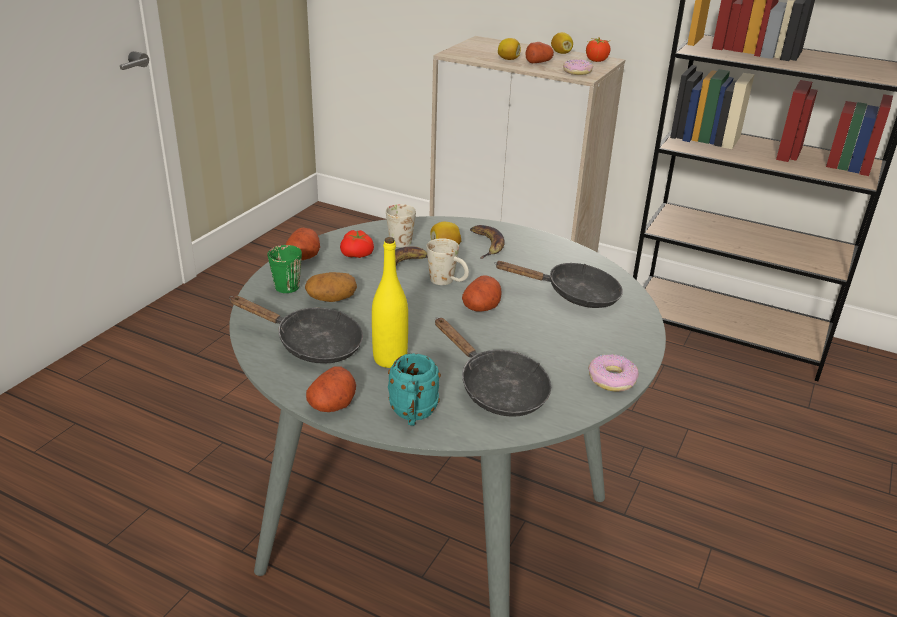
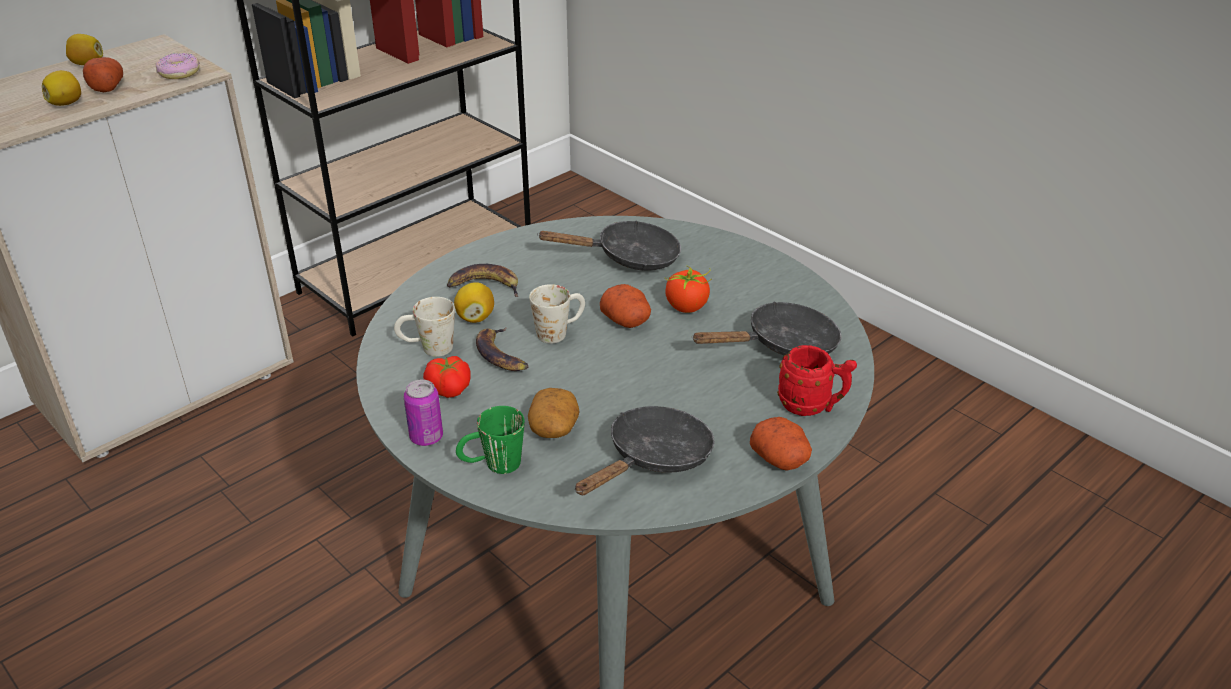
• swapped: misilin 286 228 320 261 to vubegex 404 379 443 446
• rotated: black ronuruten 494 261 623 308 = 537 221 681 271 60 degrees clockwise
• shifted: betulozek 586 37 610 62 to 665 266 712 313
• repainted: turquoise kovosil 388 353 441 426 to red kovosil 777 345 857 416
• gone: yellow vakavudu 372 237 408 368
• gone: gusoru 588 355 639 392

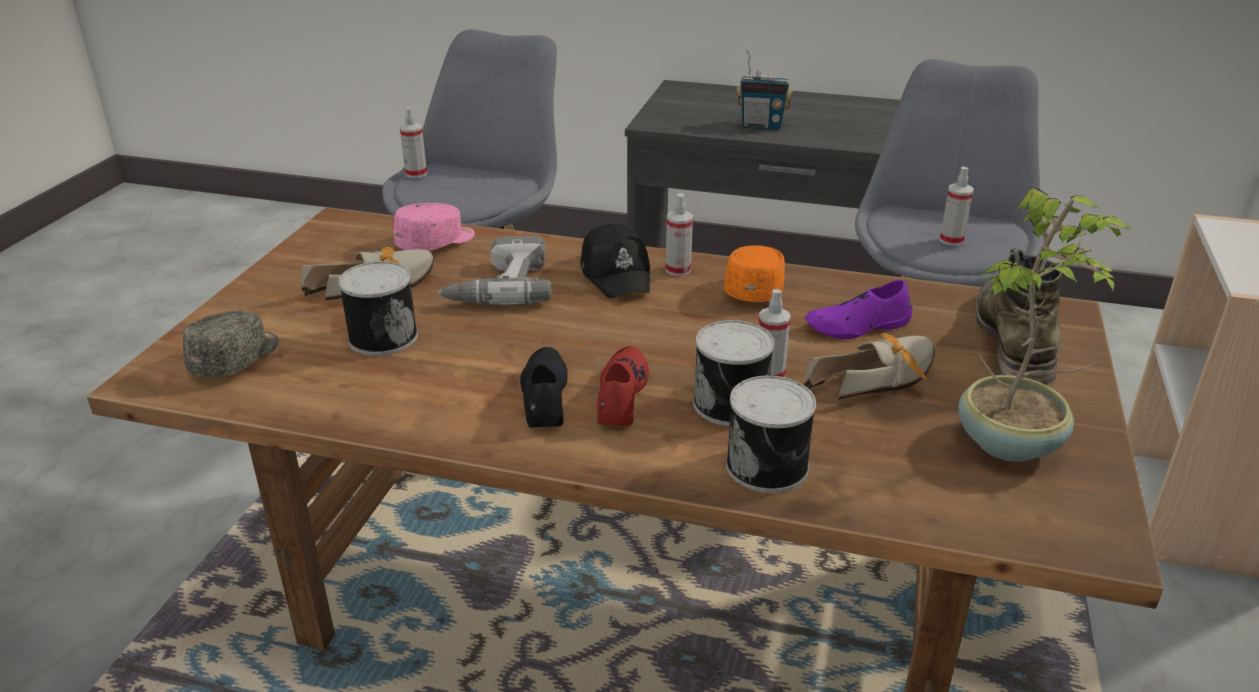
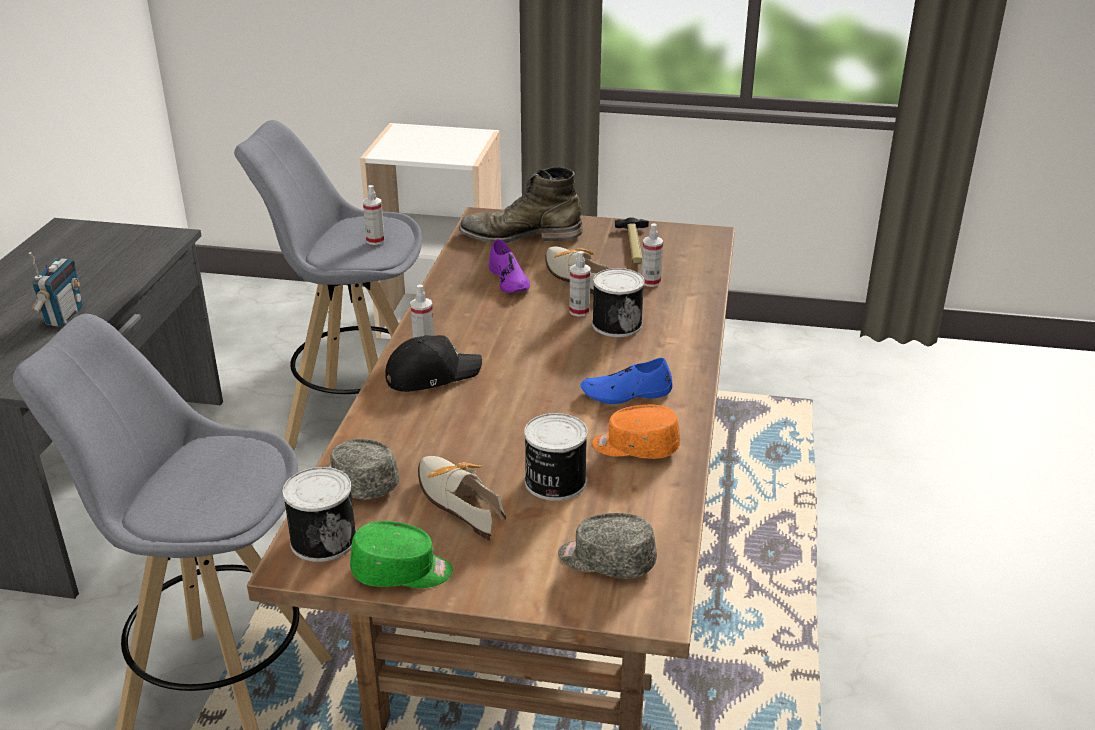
• shifted: vubegex 726 376 816 493 to 282 467 356 562
• repainted: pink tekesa 394 203 475 251 to grey tekesa 326 439 399 499
• new: green tekesa 350 521 453 588
• repainted: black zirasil 520 347 567 428 to blue zirasil 580 358 672 404
• shifted: orange tekesa 724 245 785 302 to 592 405 680 459
• swapped: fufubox 958 188 1134 462 to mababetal 615 217 649 264
• shifted: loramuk 400 108 427 178 to 641 223 663 287
• gone: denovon 438 236 552 305
• gone: red zirasil 597 346 649 426

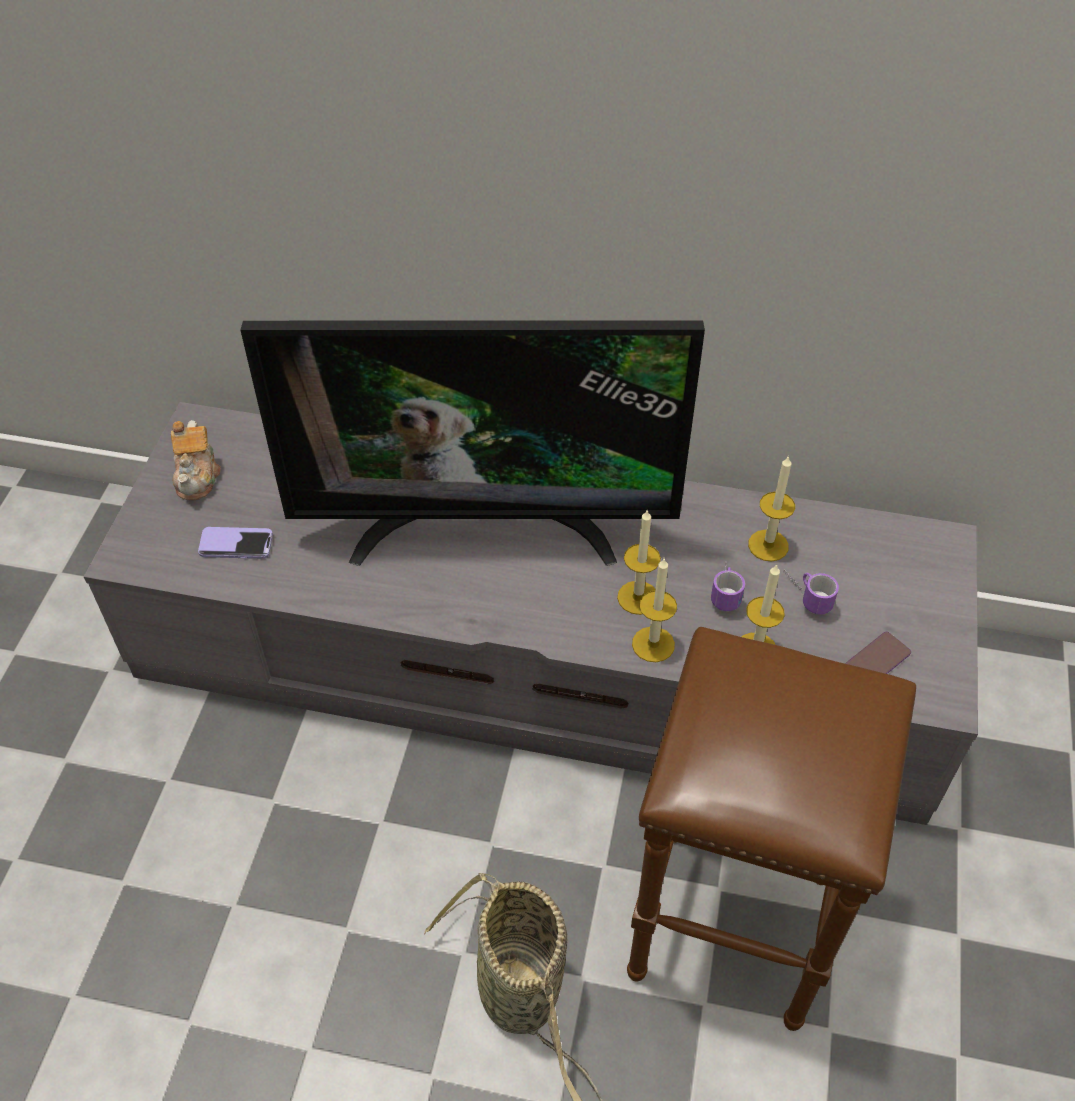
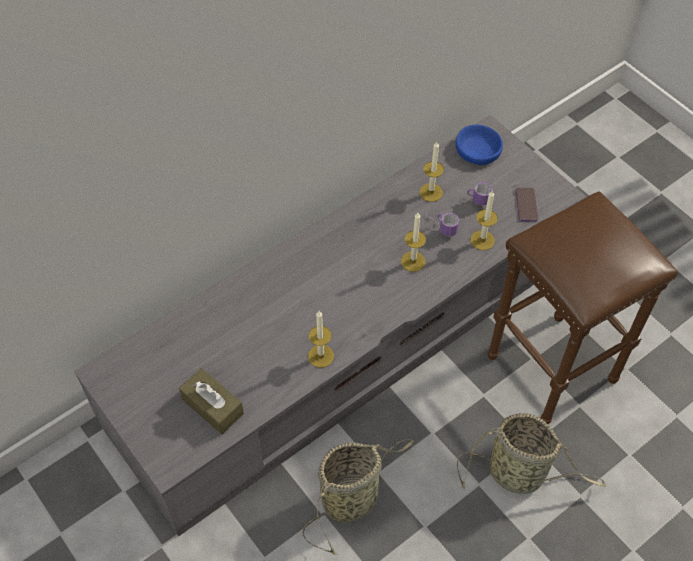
• swapped: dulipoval 198 527 273 559 to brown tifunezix 179 368 244 434
• new: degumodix 302 439 414 555
• shifted: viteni 632 559 677 662 to 308 311 334 368
• new: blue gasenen 456 125 503 165
• gone: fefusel 171 420 221 500
• gone: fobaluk 240 320 705 566

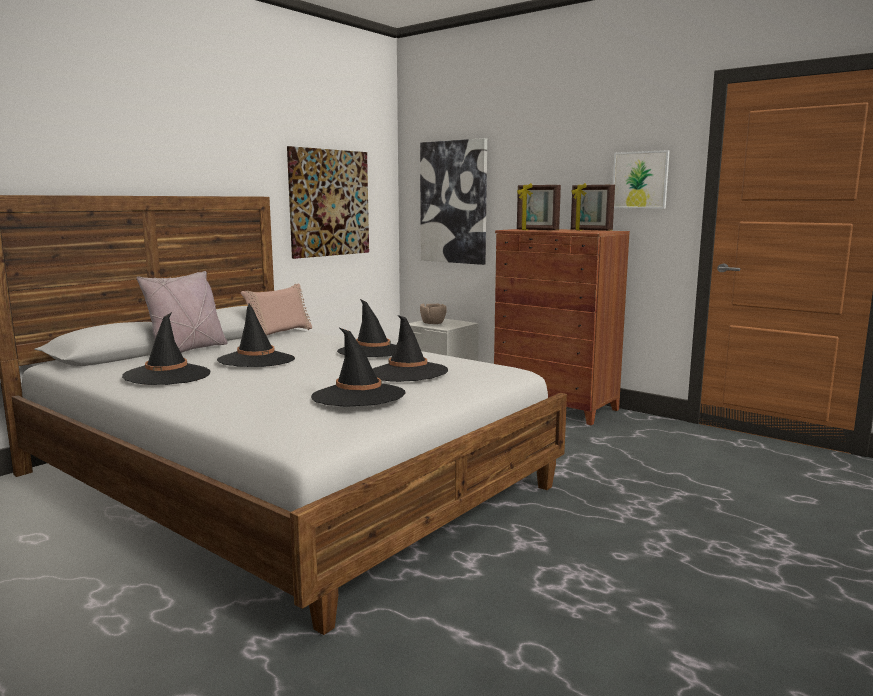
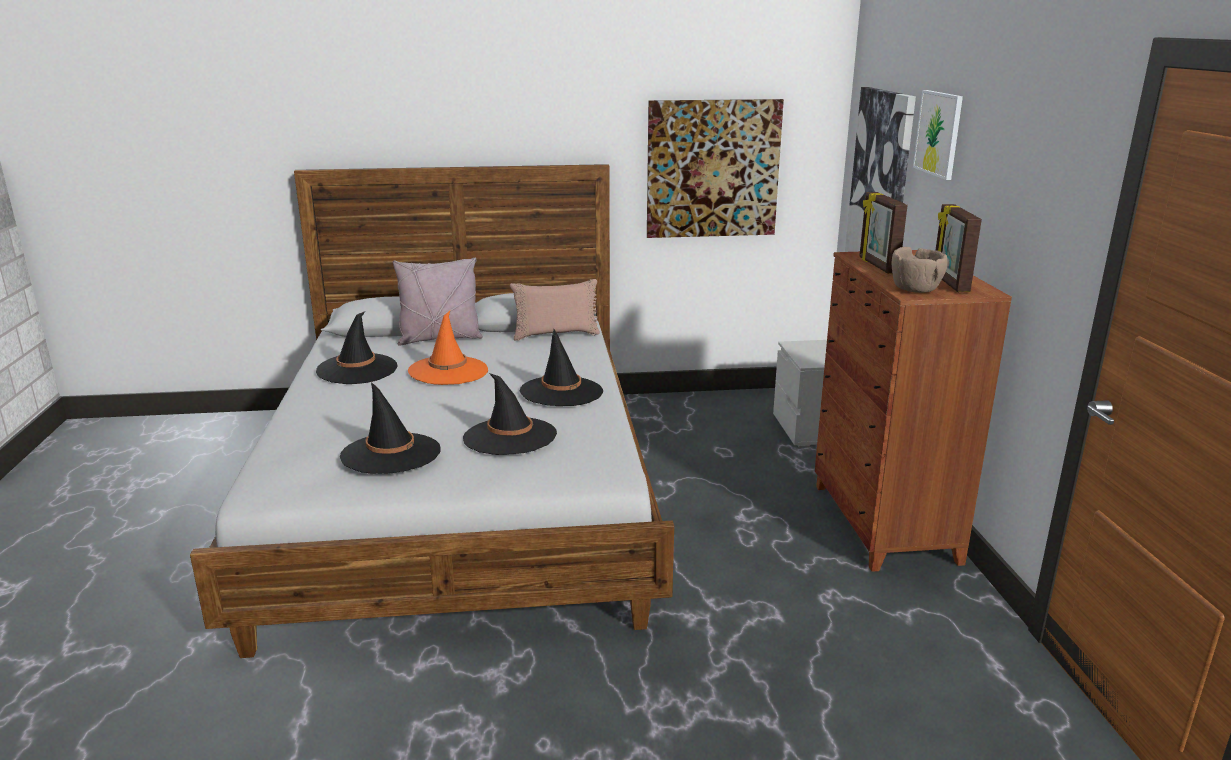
• repainted: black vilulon 217 303 295 367 to orange vilulon 408 311 488 385
• shifted: brown gasenen 420 303 447 324 to 892 247 948 293
• shifted: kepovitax 613 150 670 209 to 913 90 963 180

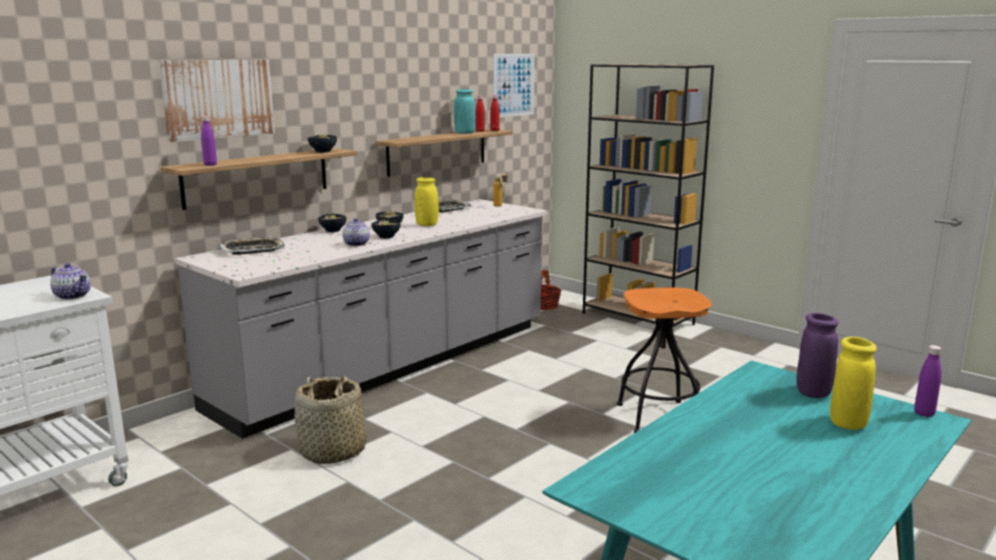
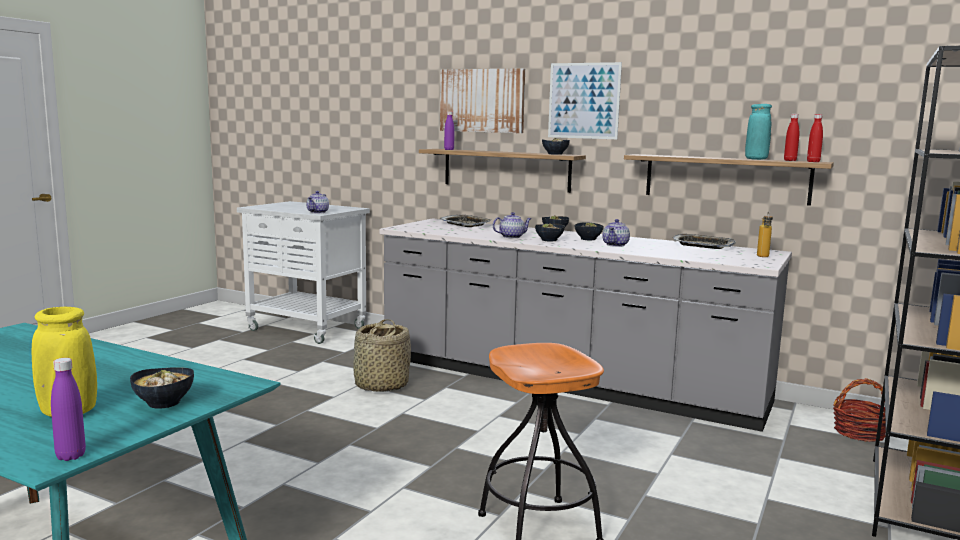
• swapped: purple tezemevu 796 313 839 398 to gasenen 130 367 194 409
• shifted: kepovitax 493 54 534 117 to 548 62 622 139
• swapped: yellow tezemevu 415 177 439 226 to fefusel 602 219 630 247

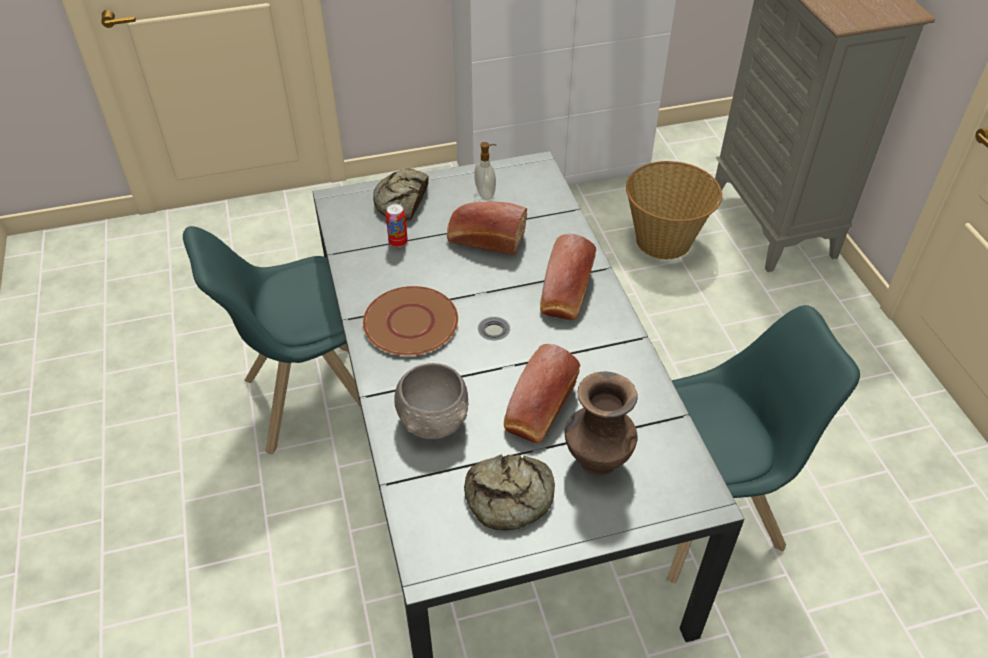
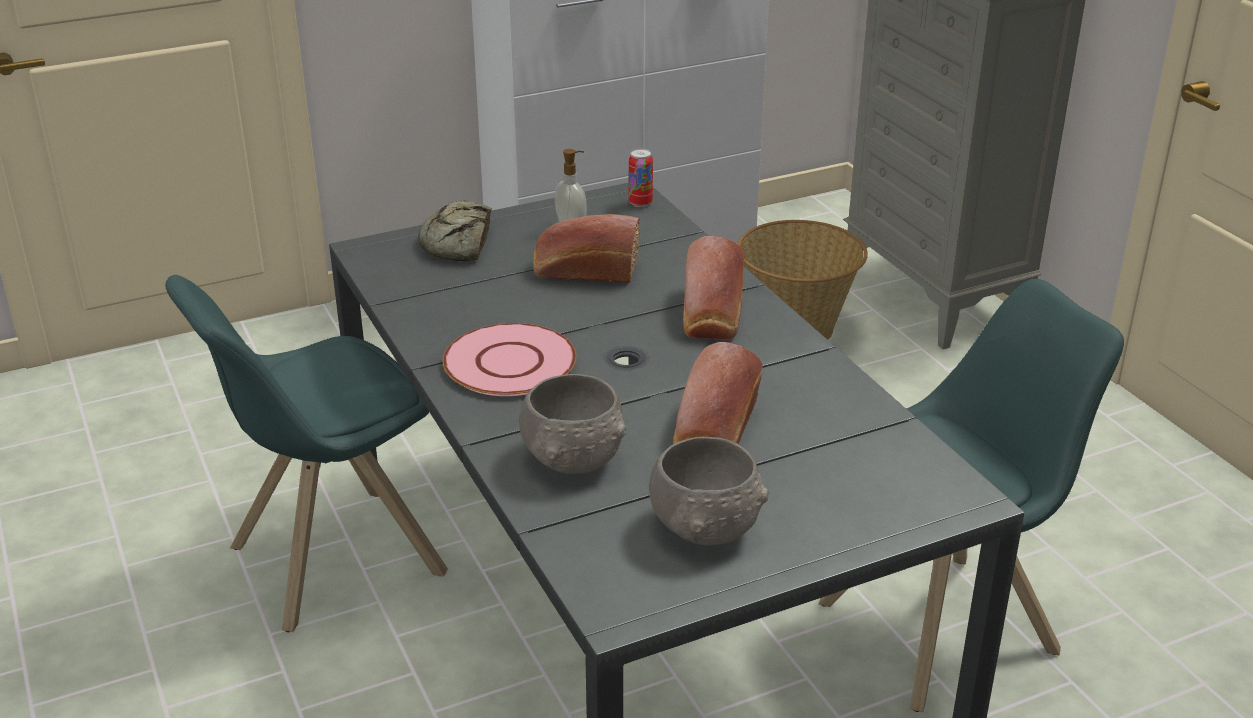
• repainted: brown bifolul 363 286 458 356 to pink bifolul 443 323 576 396
• shifted: vubegex 386 204 408 247 to 629 149 653 207
• swapped: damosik 464 455 555 531 to grey gasenen 649 437 769 546
• gone: brown tezemevu 565 372 638 476

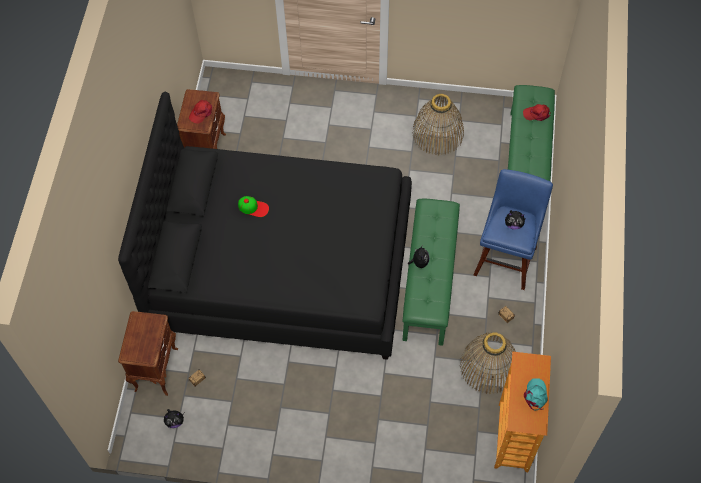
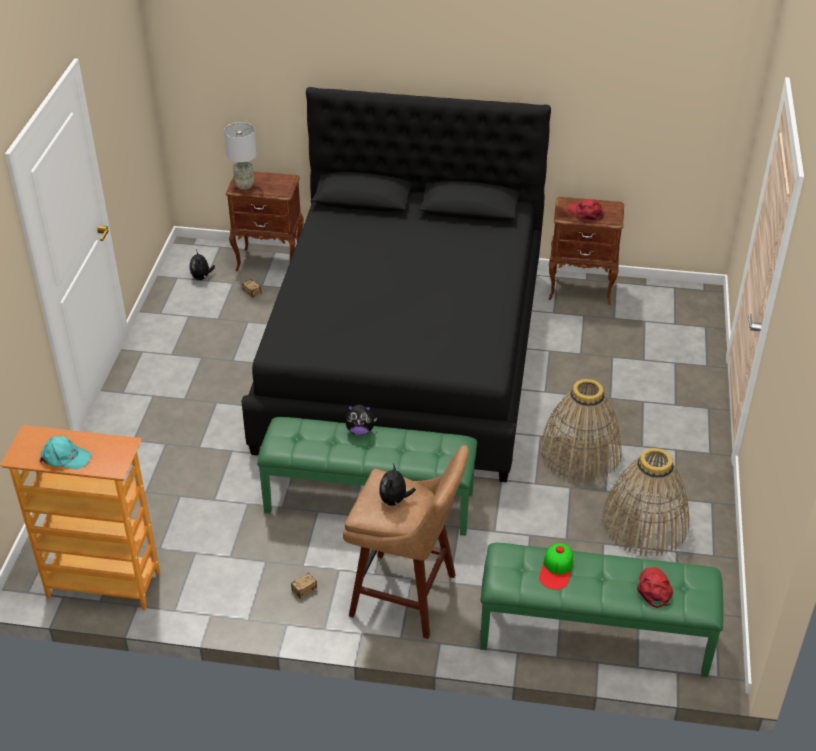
• new: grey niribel 224 122 257 189
• repainted: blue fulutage 474 169 553 290 to brown fulutage 343 445 469 639
• shifted: tekesa 238 196 269 217 to 539 543 573 590
• shifted: degumodix 460 332 516 394 to 541 379 621 482

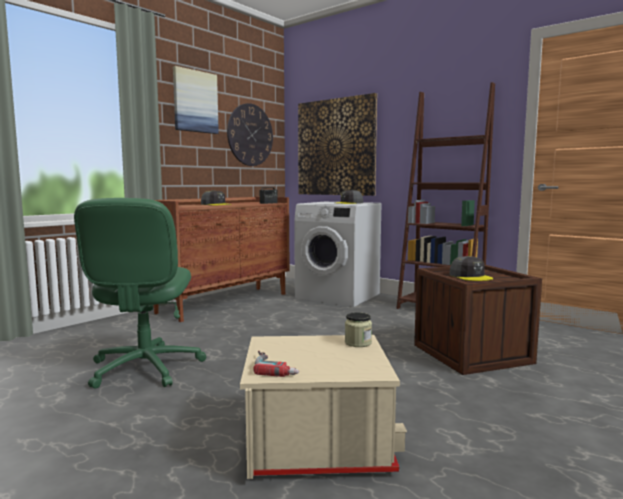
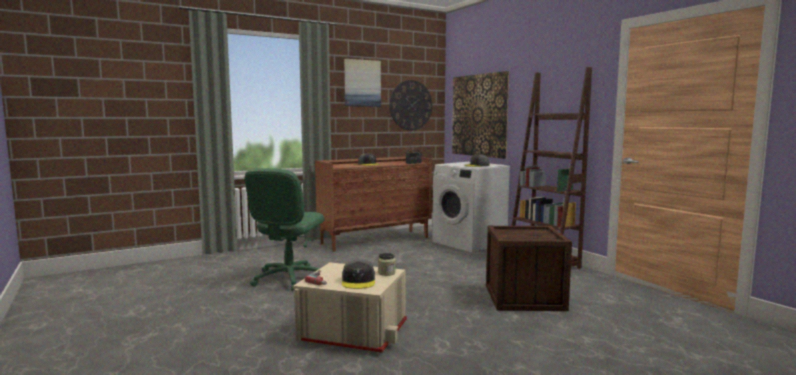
• shifted: grey tekesa 449 256 493 281 to 342 260 375 289

